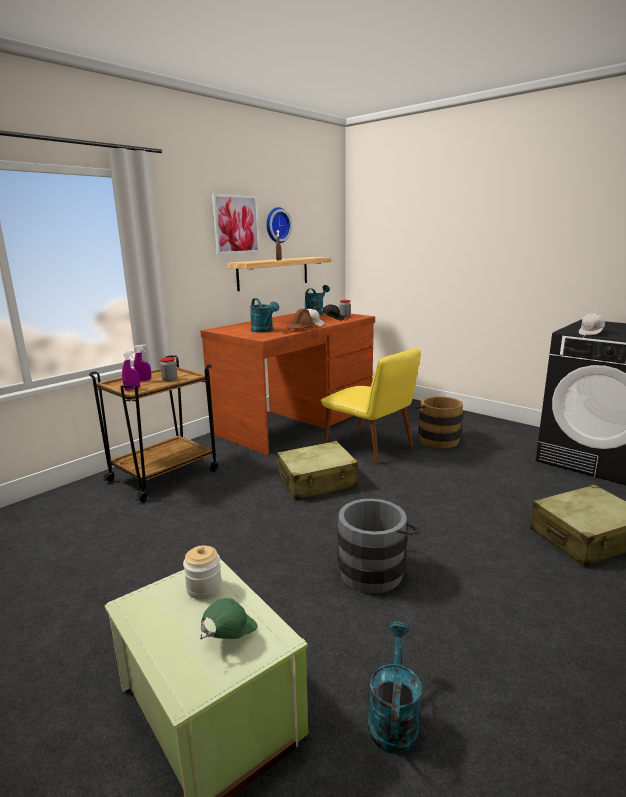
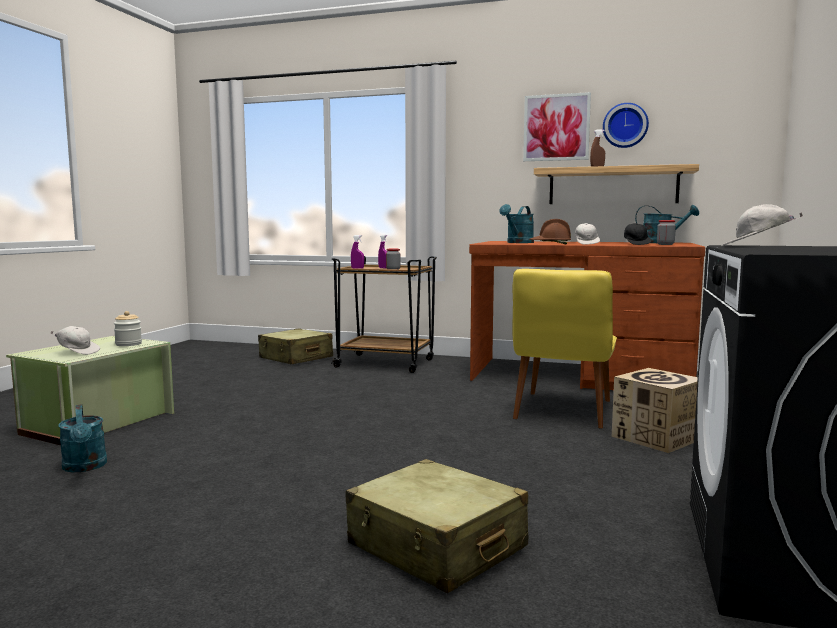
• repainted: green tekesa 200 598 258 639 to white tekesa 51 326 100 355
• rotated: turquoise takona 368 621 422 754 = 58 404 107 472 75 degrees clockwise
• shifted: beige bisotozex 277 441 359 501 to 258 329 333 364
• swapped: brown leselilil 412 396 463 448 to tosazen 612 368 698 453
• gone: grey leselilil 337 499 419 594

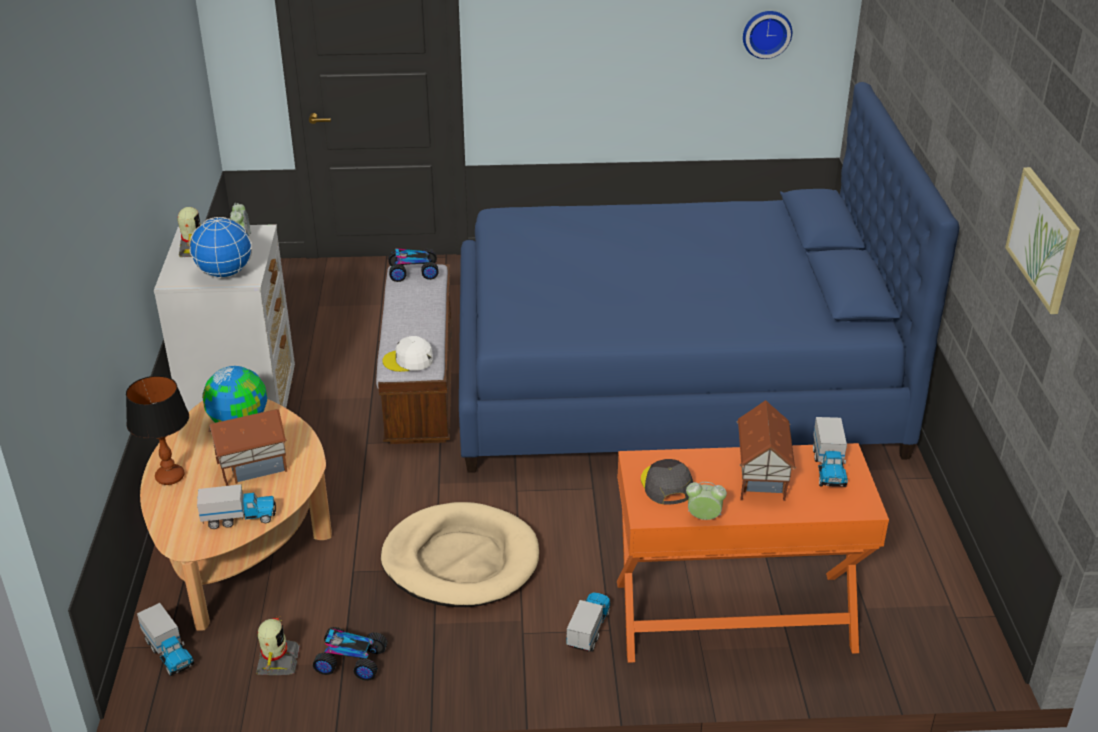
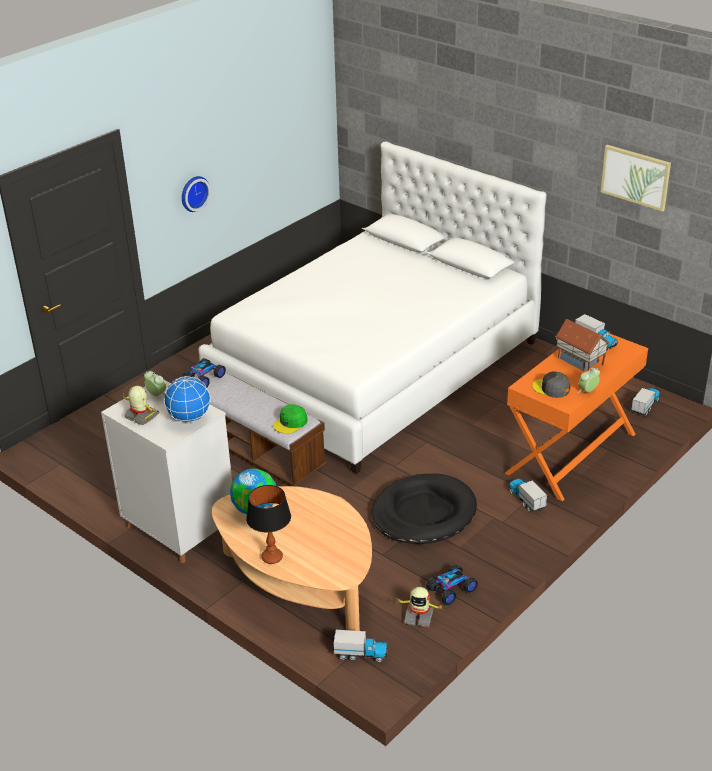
• shifted: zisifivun 743 11 792 59 to 182 176 211 212
• repainted: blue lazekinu 459 82 959 473 to white lazekinu 198 142 547 474
• repainted: white tekesa 382 336 433 372 to green tekesa 273 404 307 434
• repainted: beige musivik 381 502 539 607 to black musivik 371 473 477 544
• rotated: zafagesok 256 616 300 675 = 396 587 442 627 150 degrees clockwise
• shifted: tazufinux 197 484 276 529 to 631 388 660 416
• gone: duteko 208 409 287 486

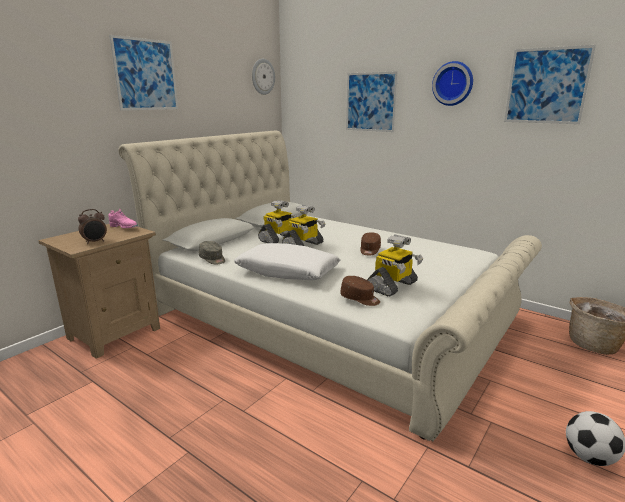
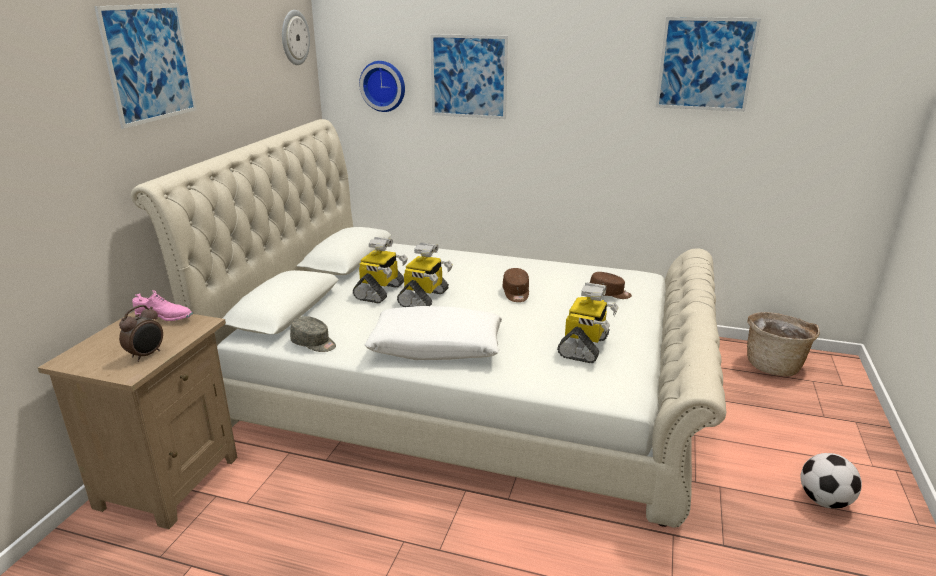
• shifted: zisifivun 432 61 473 106 to 359 61 405 112
• shifted: brown tekesa 340 276 380 306 to 590 272 632 299

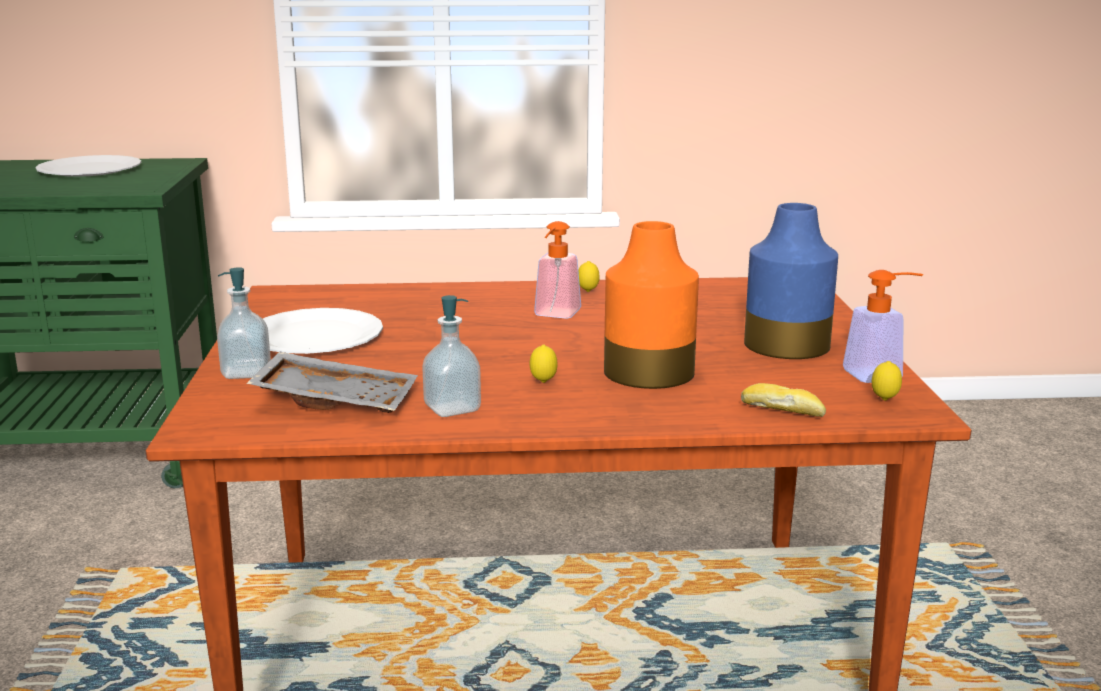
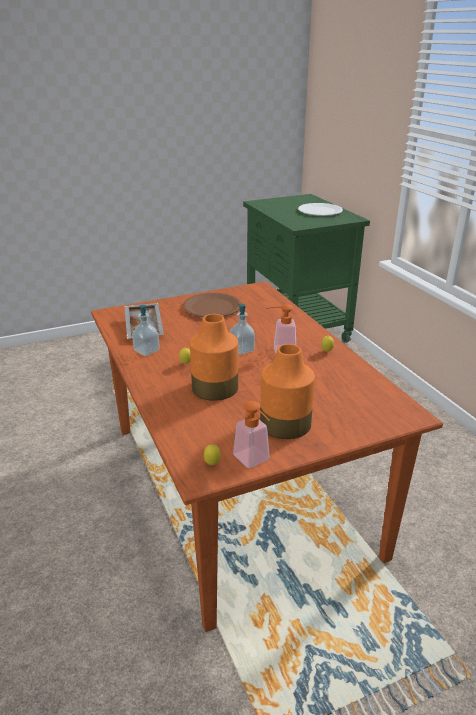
• repainted: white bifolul 263 308 383 354 to brown bifolul 183 293 242 317
• shifted: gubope 217 267 271 379 to 230 304 255 355
• repainted: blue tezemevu 744 203 838 359 to orange tezemevu 260 344 315 439
• gone: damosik 741 383 826 417

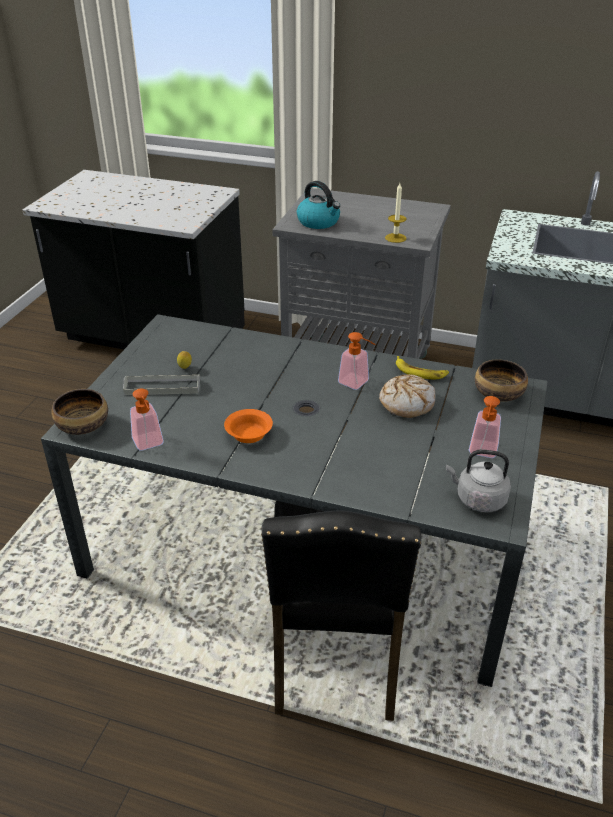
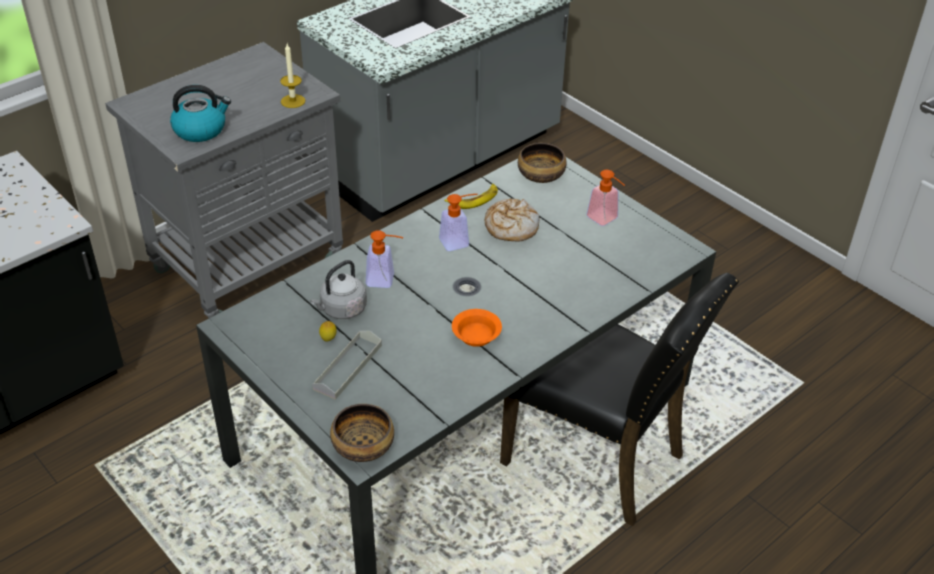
• shifted: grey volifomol 446 449 511 512 to 310 260 367 319
• shifted: gubope 130 388 164 451 to 366 230 404 288

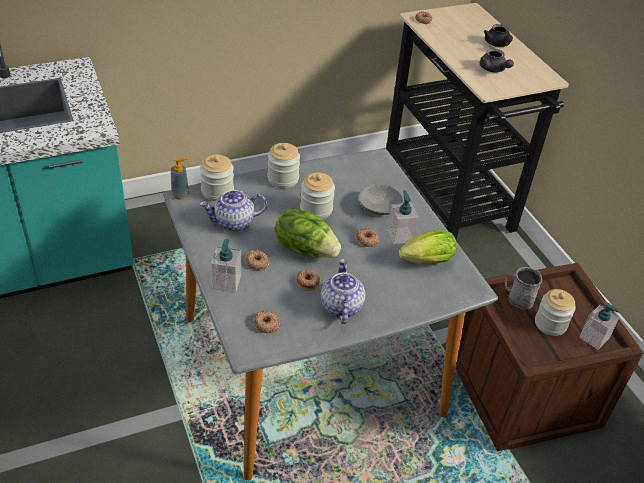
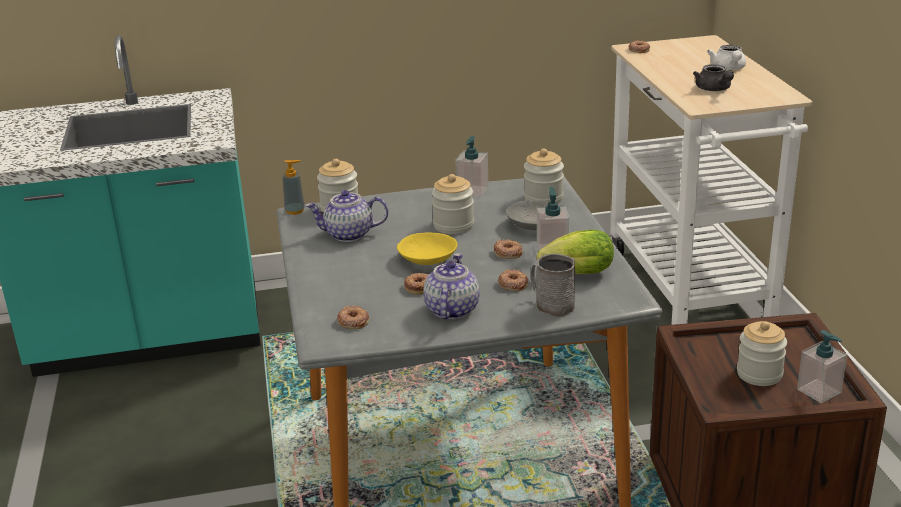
• swapped: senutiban 275 208 341 258 to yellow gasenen 397 232 458 265
• shifted: gubope 211 239 241 292 to 455 136 489 197
• shifted: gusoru 245 249 269 271 to 498 269 529 291
• shifted: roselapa 267 143 300 188 to 524 149 564 203
• shifted: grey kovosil 504 267 542 310 to 531 253 575 317
• repainted: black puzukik 386 3 569 240 to white puzukik 611 35 812 325
• repainted: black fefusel 484 24 513 47 to white fefusel 707 45 746 70

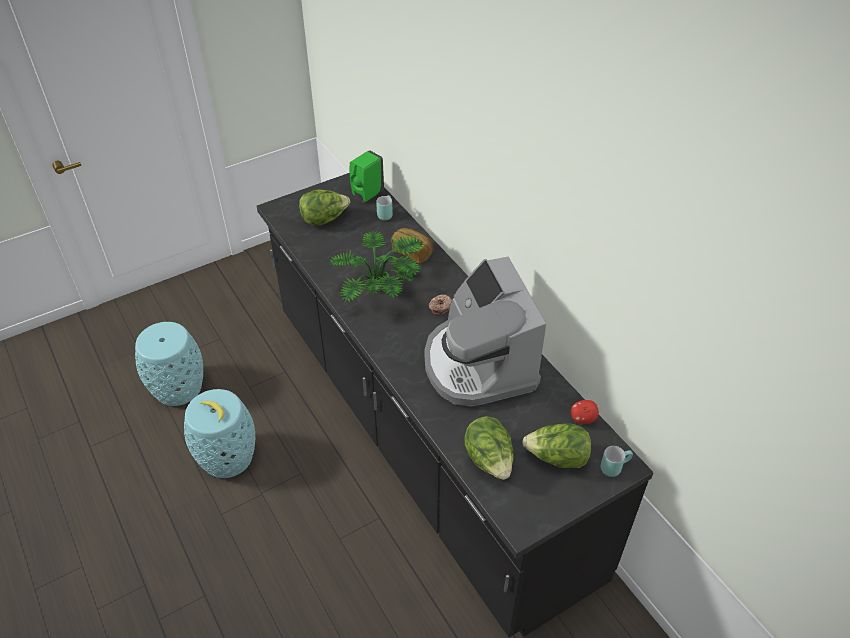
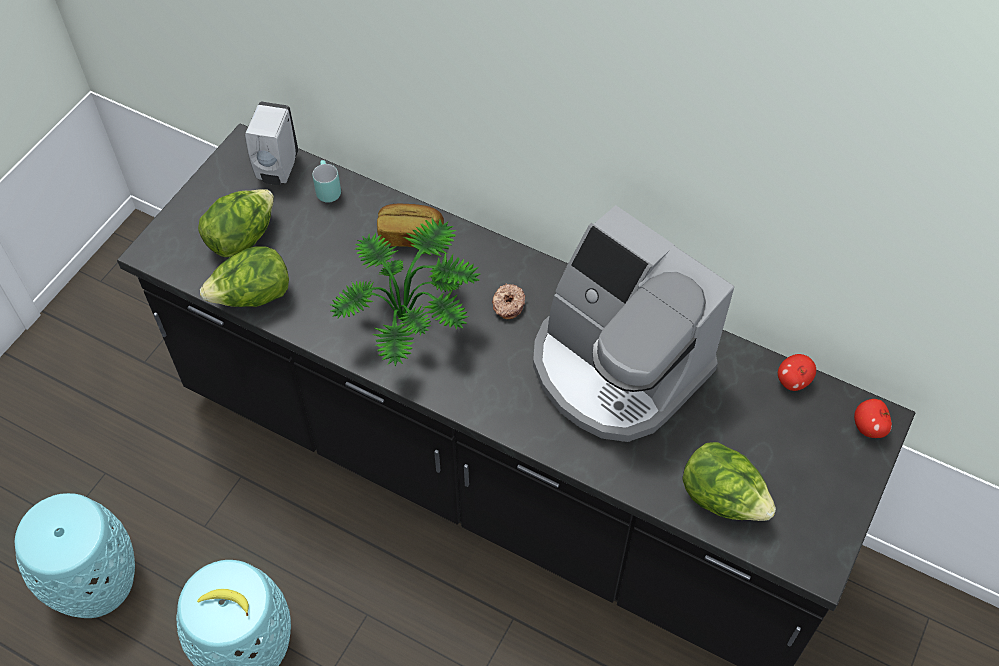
• shifted: senutiban 522 423 591 468 to 200 246 289 307
• repainted: green gubope 350 150 384 202 to white gubope 245 102 298 185
• swapped: turquoise kovosil 601 446 633 477 to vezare 854 399 892 438

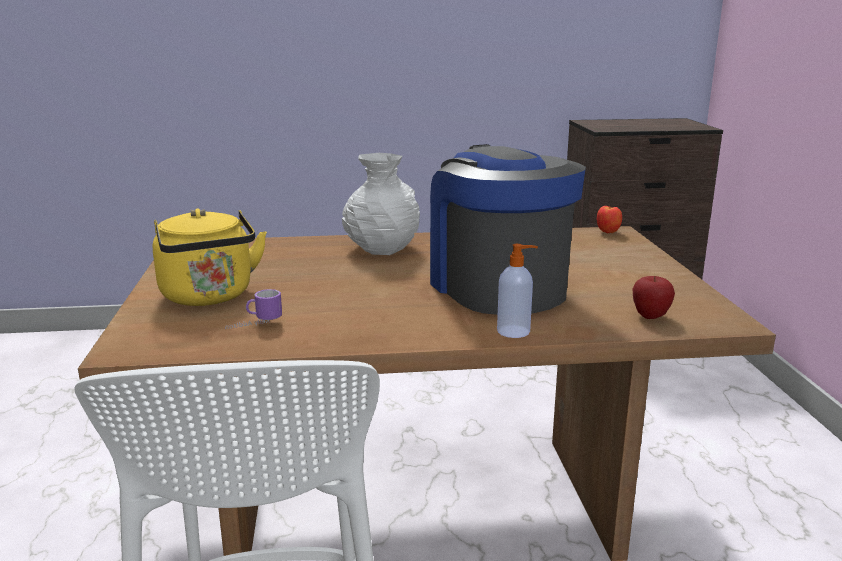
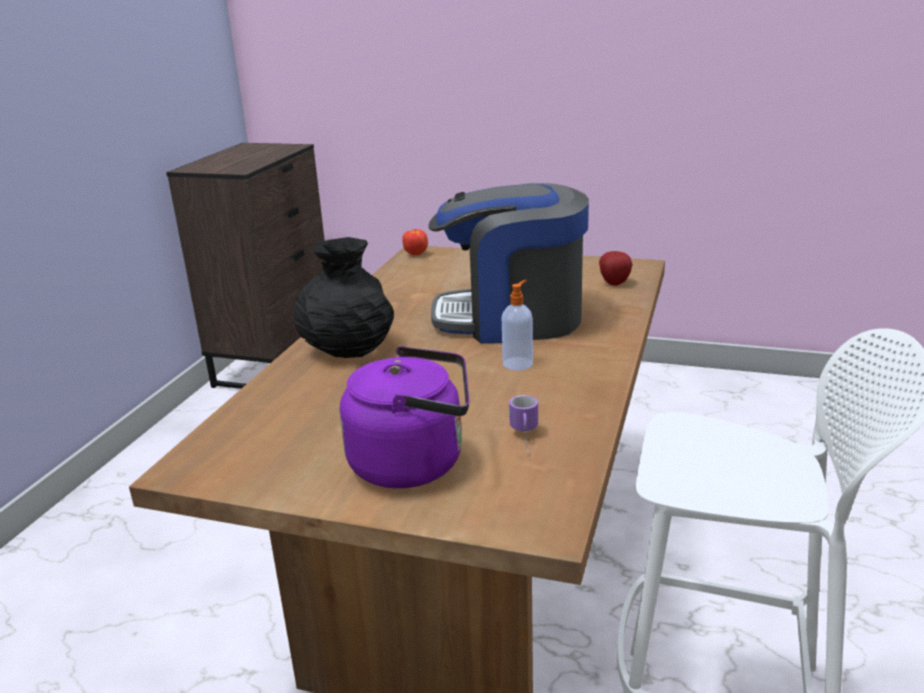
• repainted: white tezemevu 342 153 420 255 to black tezemevu 294 237 394 358
• repainted: yellow volifomol 153 208 267 306 to purple volifomol 340 346 469 488
• shifted: gubope 497 244 538 338 to 502 280 533 370

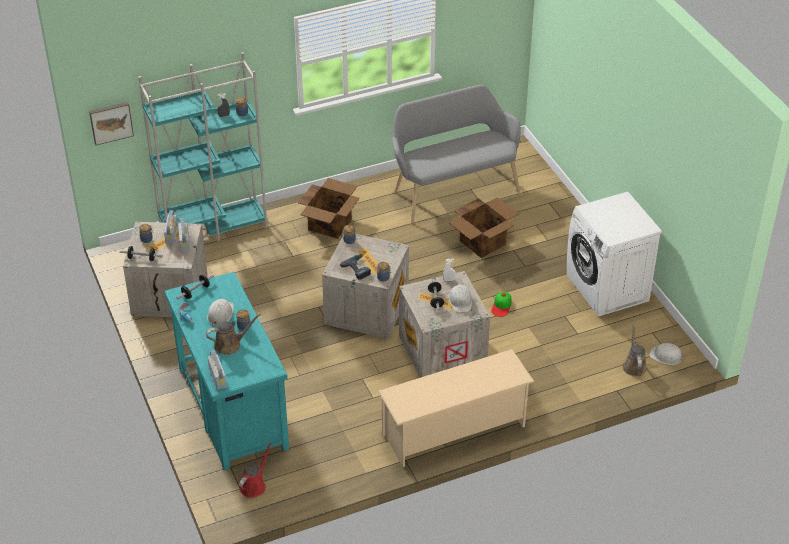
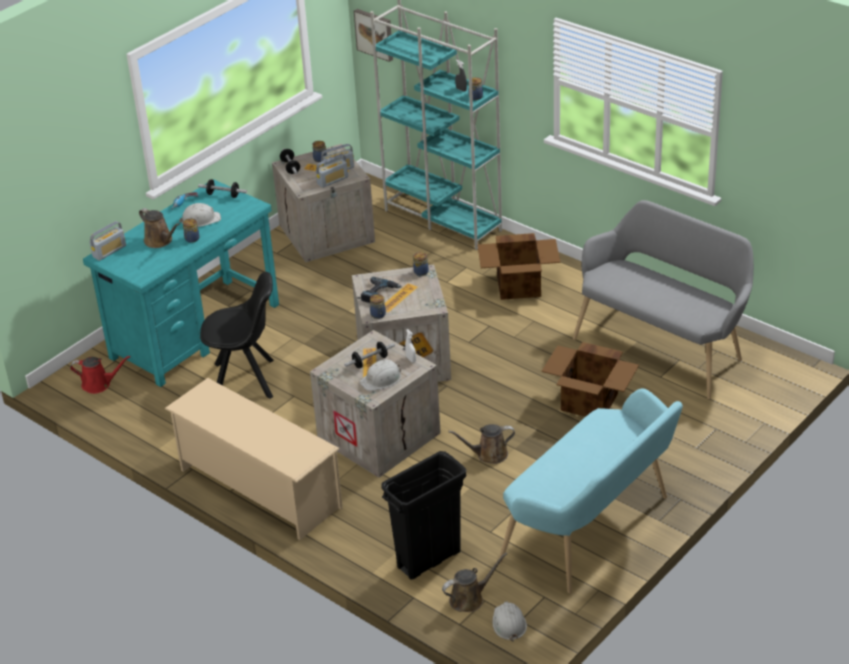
• new: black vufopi 200 272 274 399
• new: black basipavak 381 451 466 579
• swapped: tekesa 491 292 512 317 to brown takona 448 424 515 464
• swapped: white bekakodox 567 192 662 316 to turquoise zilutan 499 389 683 593

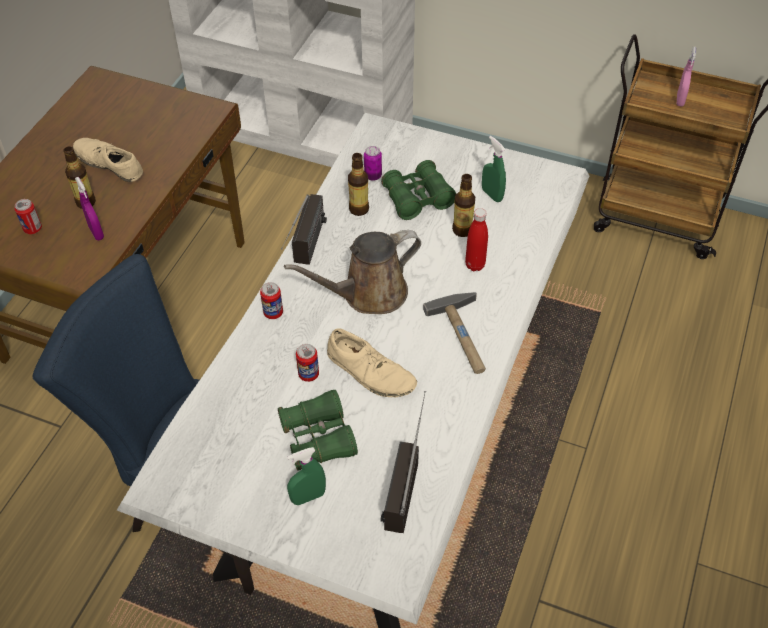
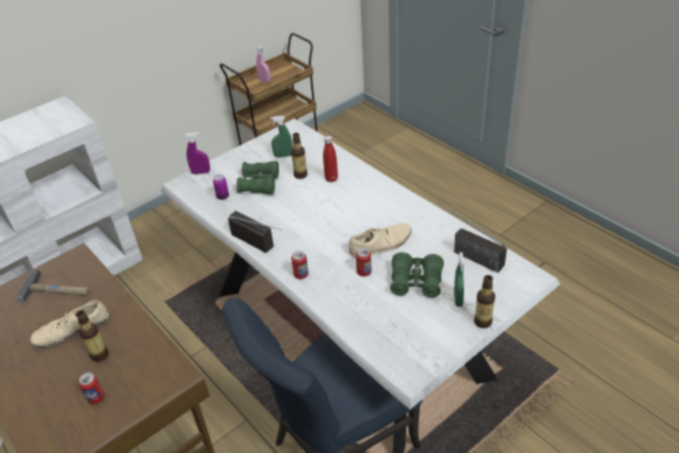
• shifted: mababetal 423 292 486 374 to 15 268 89 302
• shifted: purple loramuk 75 177 104 240 to 185 132 210 174
• shifted: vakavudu 348 153 369 216 to 474 275 495 328
• gone: brown takona 284 230 421 314

